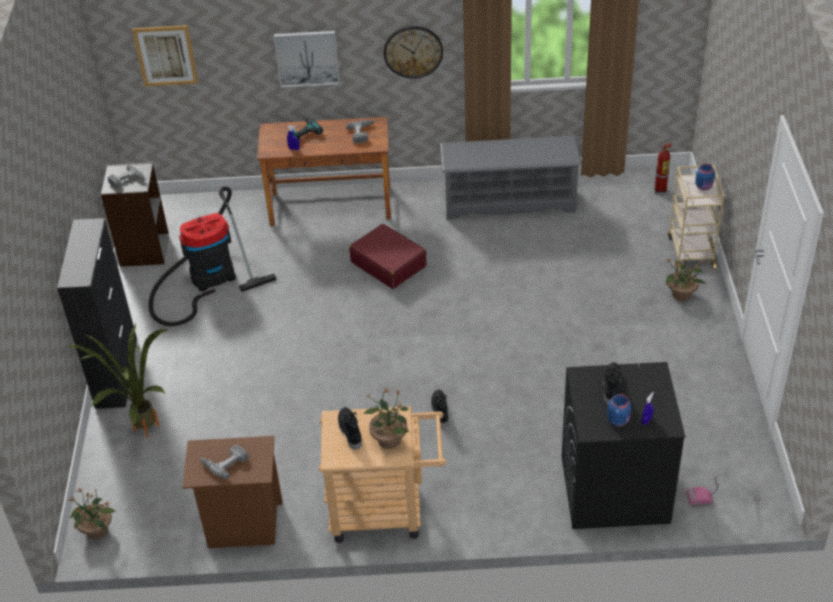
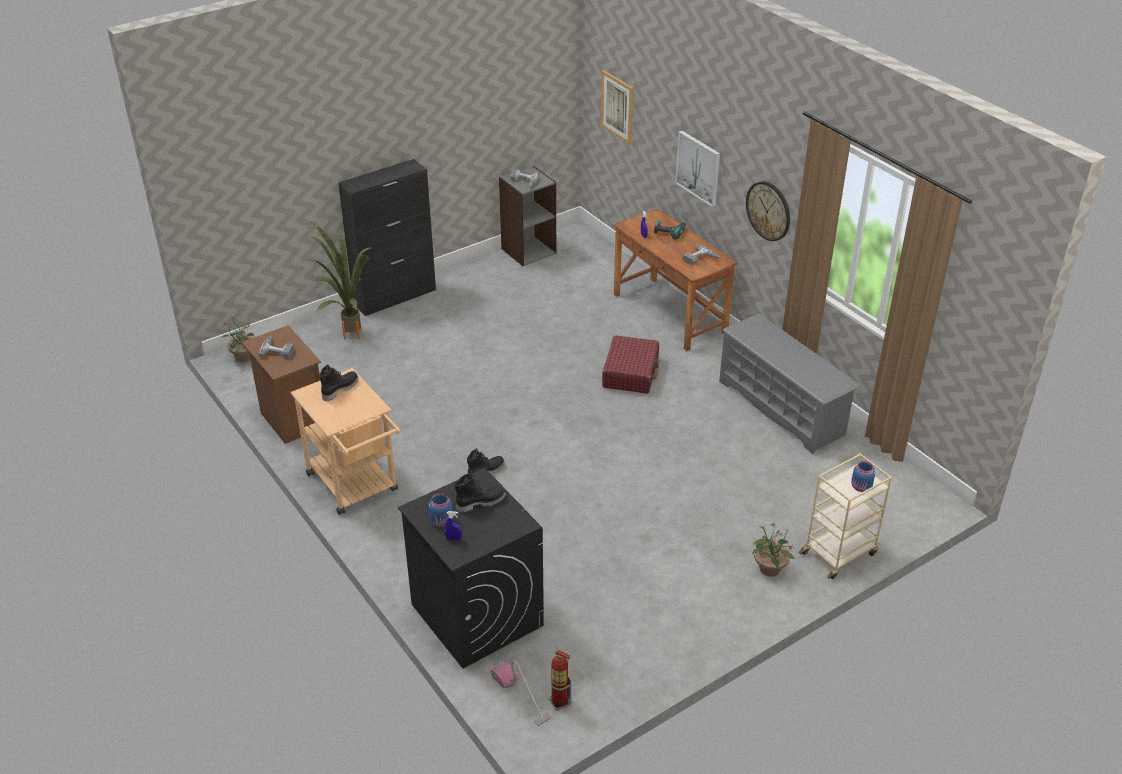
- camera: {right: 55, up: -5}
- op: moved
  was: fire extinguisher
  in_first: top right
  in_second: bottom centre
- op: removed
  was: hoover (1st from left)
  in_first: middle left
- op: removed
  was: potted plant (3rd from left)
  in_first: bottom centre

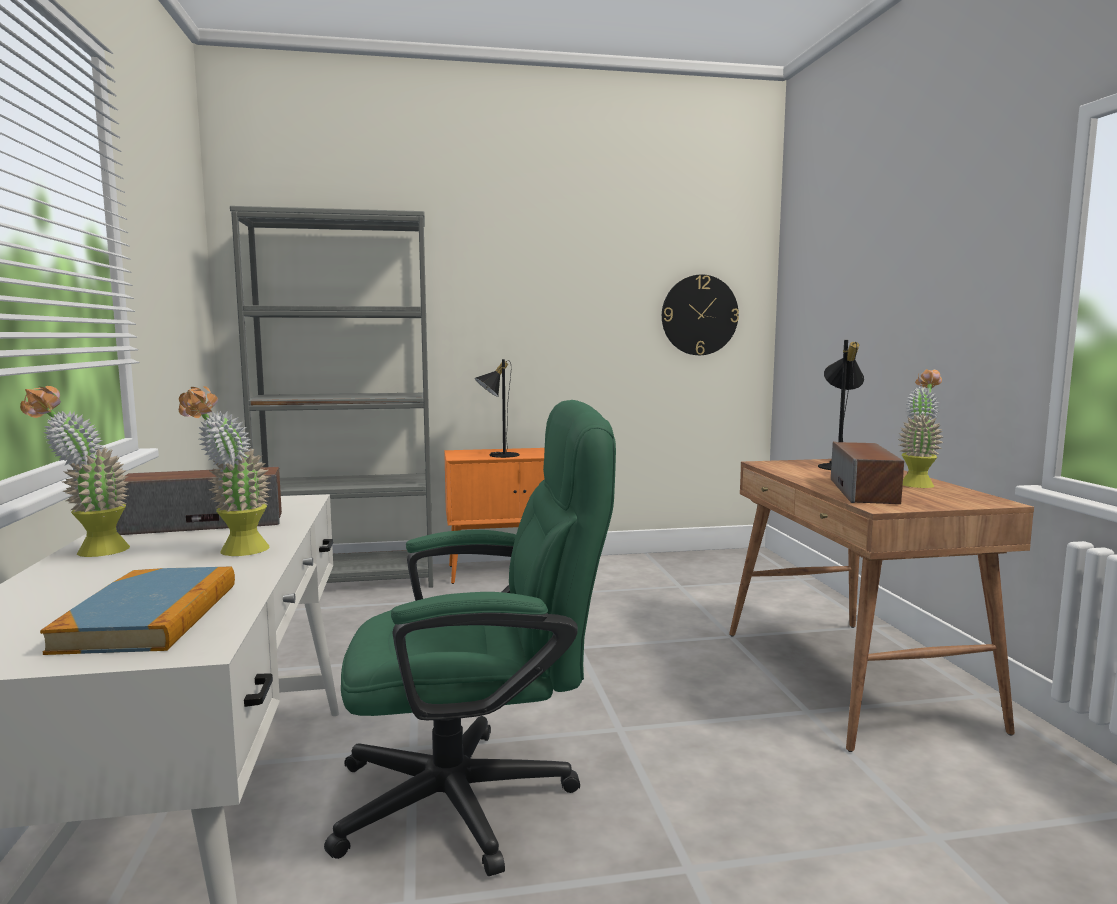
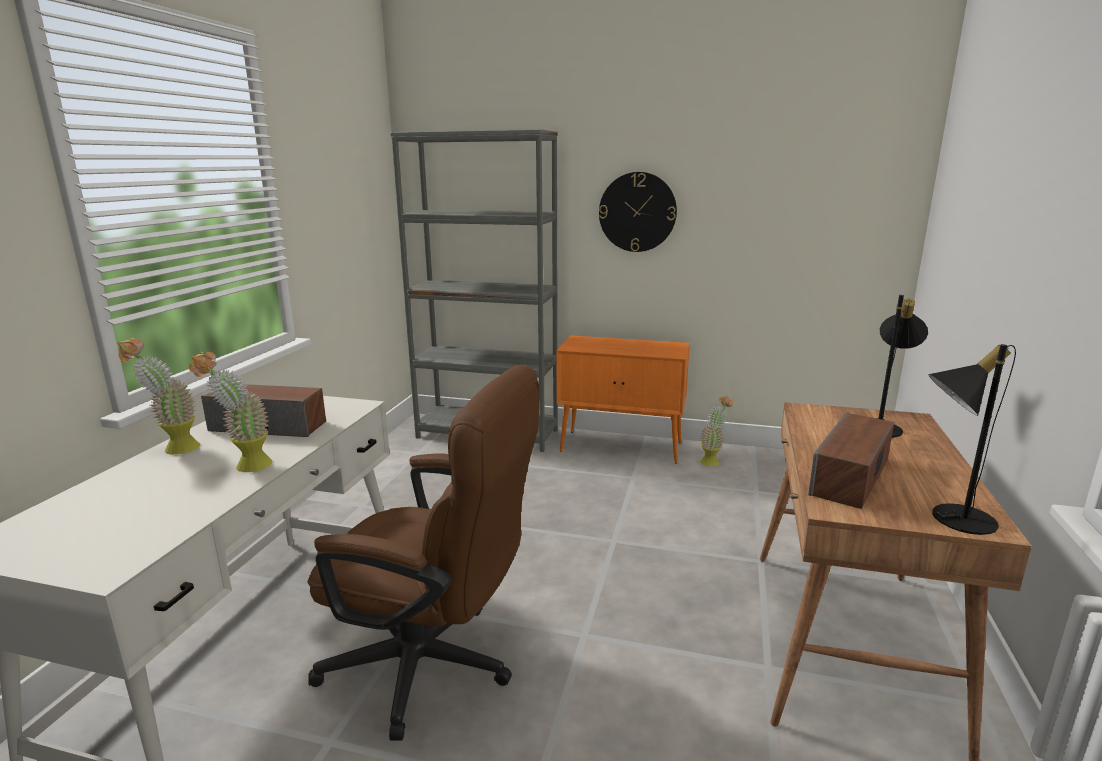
- camera: {right: 25, up: 10}
- op: moved
  was: clock on the wall
  in_first: centre
  in_second: top centre
- op: moved
  was: lamp for a table in blackish (1st from left in the first image)
  now: lamp for a table in blackish (2nd from left)
  in_first: centre
  in_second: middle right
- op: moved
  was: potted plant (3rd from left)
  in_first: middle right
  in_second: centre
- op: recoloured
  was: desk chair in green-coloured
  now: desk chair in brown-coloured
  in_first: bottom centre
  in_second: bottom centre
- op: removed
  was: book
  in_first: bottom left

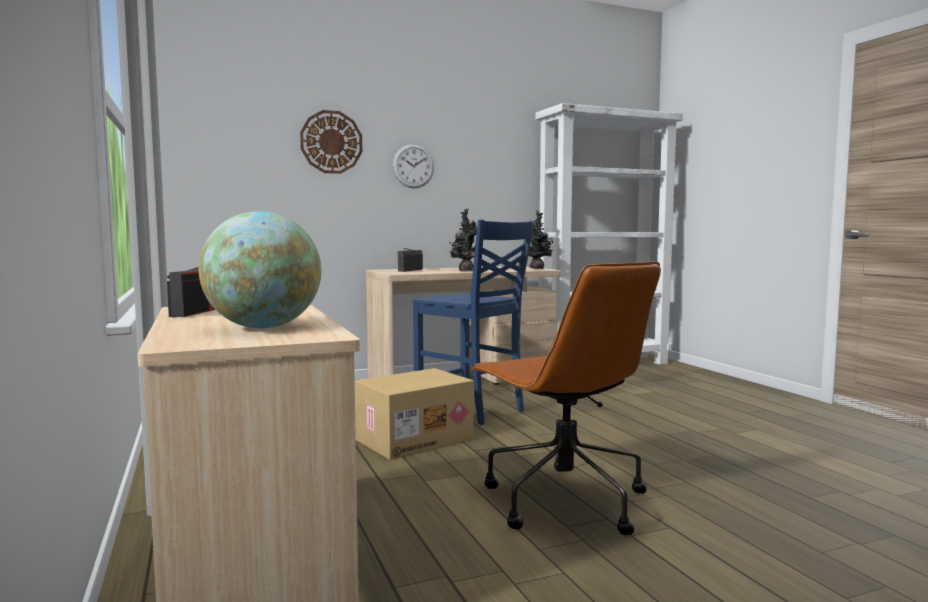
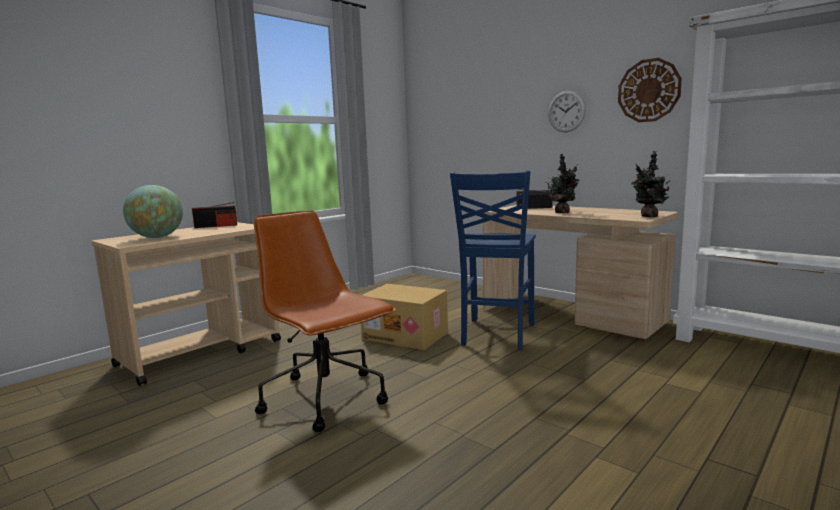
- camera: {right: 65, up: 5}
- op: moved
  was: clock on the wall (1st from left in the first image)
  now: clock on the wall (2nd from left)
  in_first: top centre
  in_second: top right
- op: turned
  was: desk chair in brown-coloured
  in_first: centre
  in_second: centre
  clockwise: 105

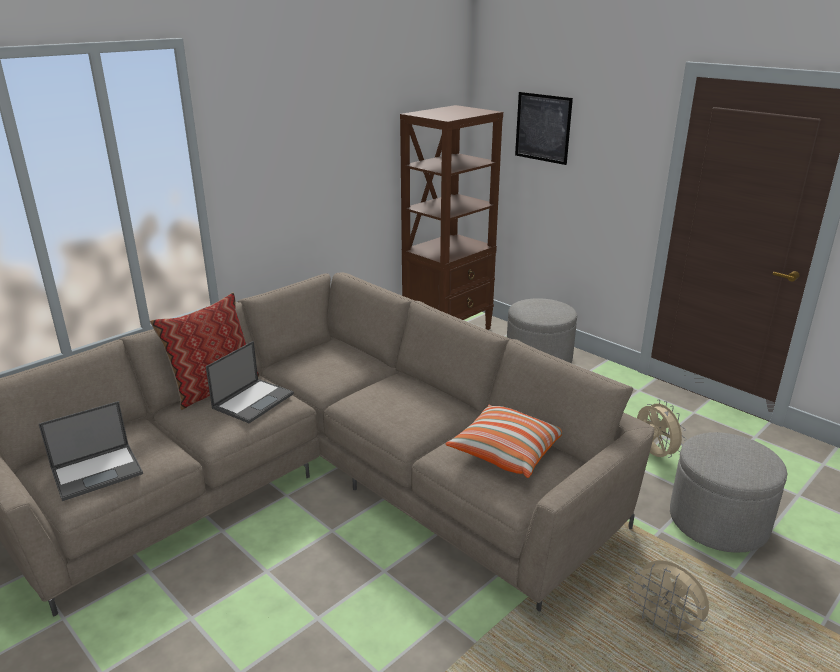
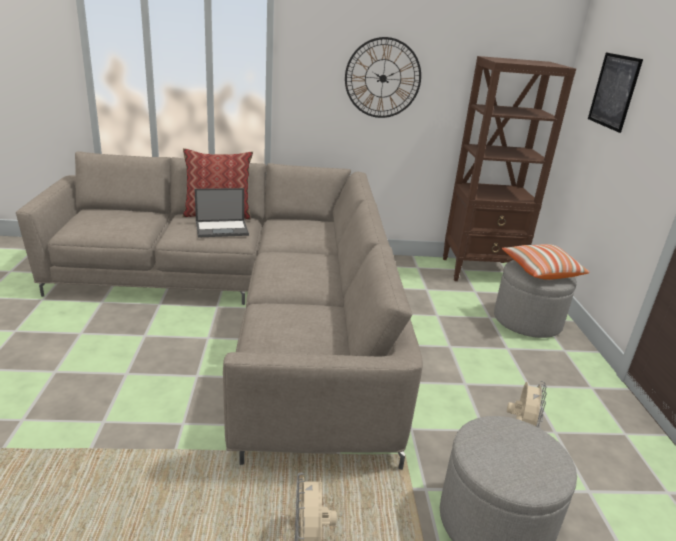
- camera: {right: 40, up: 0}
- op: removed
  was: portable computer (1st from left)
  in_first: bottom left
- op: moved
  was: cushion (2nd from left)
  in_first: centre
  in_second: middle right
- op: added
  now: clock on the wall
  in_second: top centre

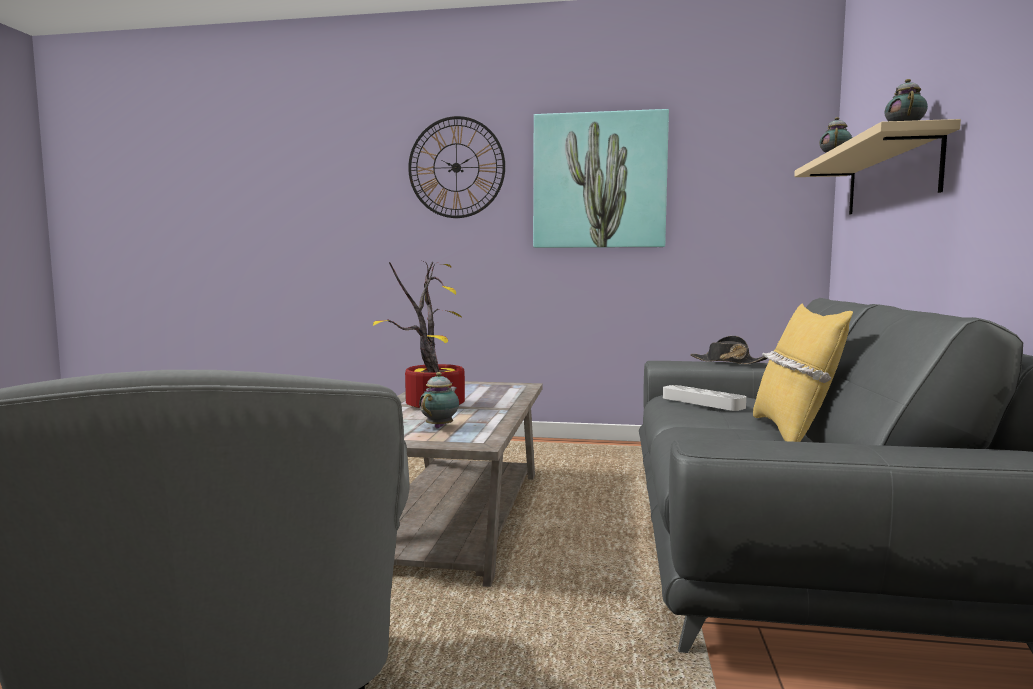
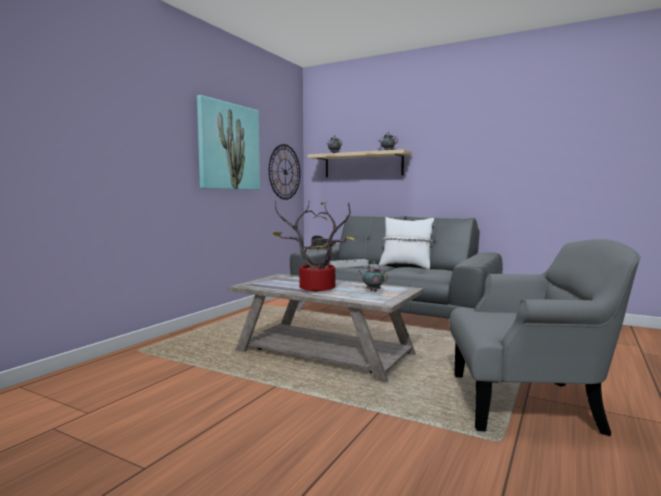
- camera: {right: -70, up: 0}
- op: moved
  was: clock on the wall
  in_first: top centre
  in_second: centre
- op: recoloured
  was: cushion in yellowish
  now: cushion in white
  in_first: middle right
  in_second: centre

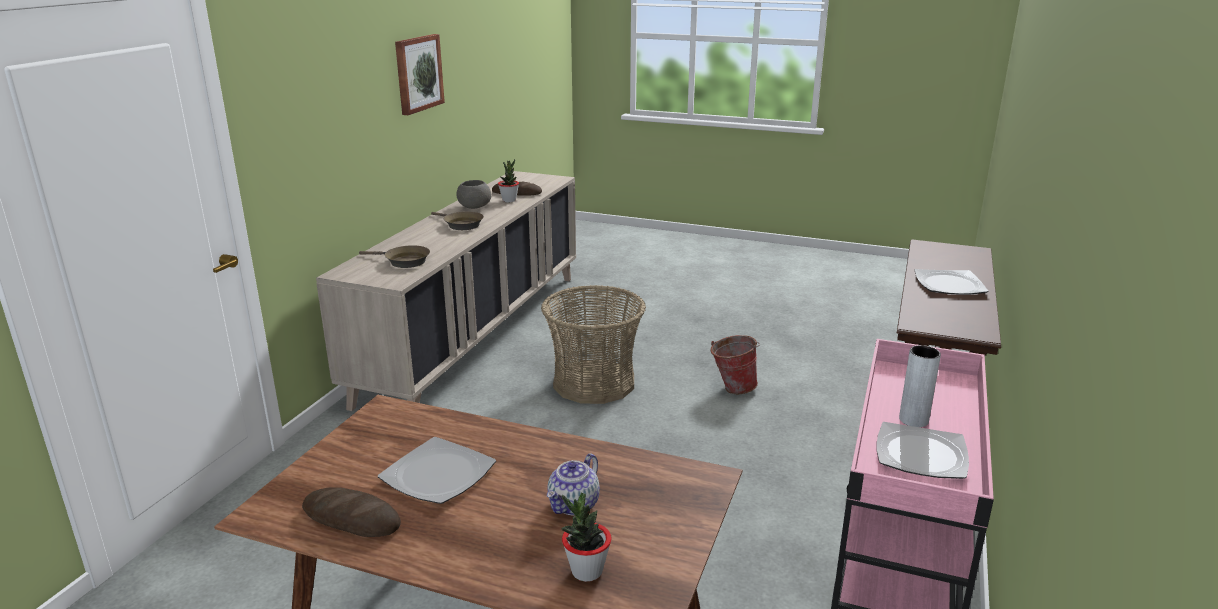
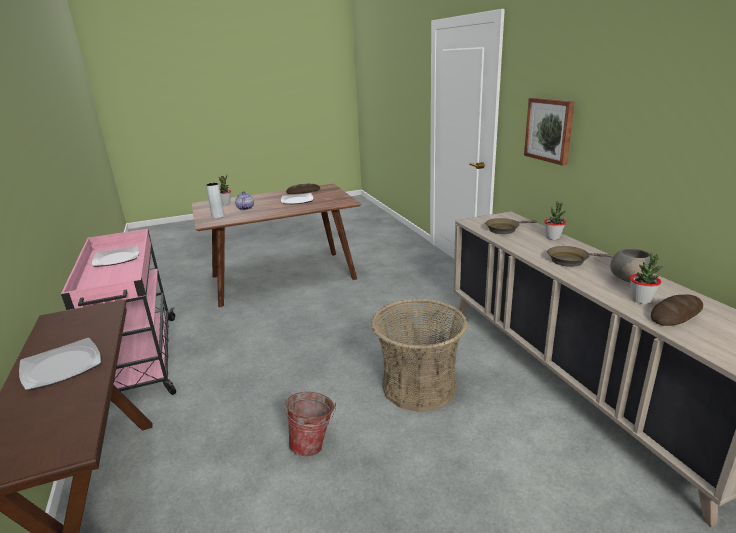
- camera: {right: 140, up: 0}
- op: moved
  was: wall art
  in_first: top centre
  in_second: top right
- op: moved
  was: vase in grey
  in_first: middle right
  in_second: middle left
- op: added
  now: potted plant (2nd from left)
  in_second: middle right

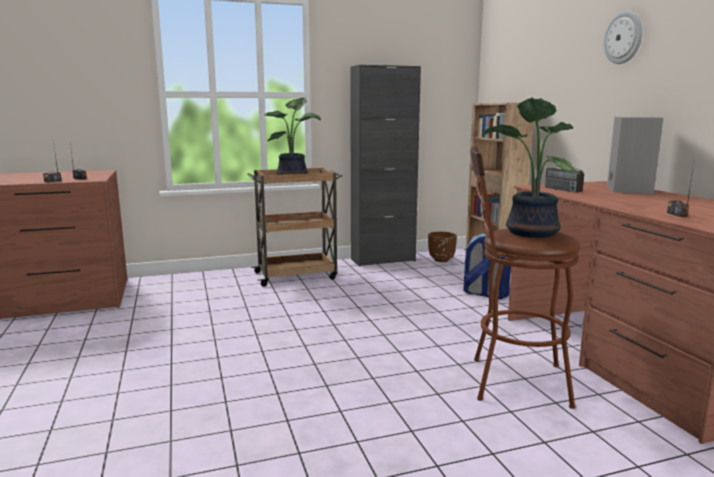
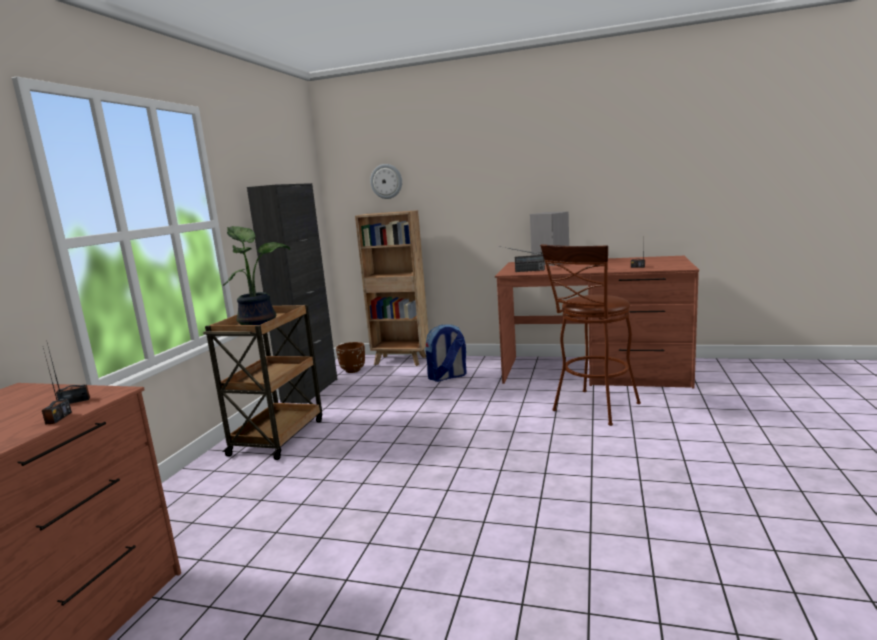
- camera: {right: -55, up: 0}
- op: moved
  was: clock on the wall
  in_first: top right
  in_second: top centre
- op: removed
  was: potted plant (2nd from left)
  in_first: middle right

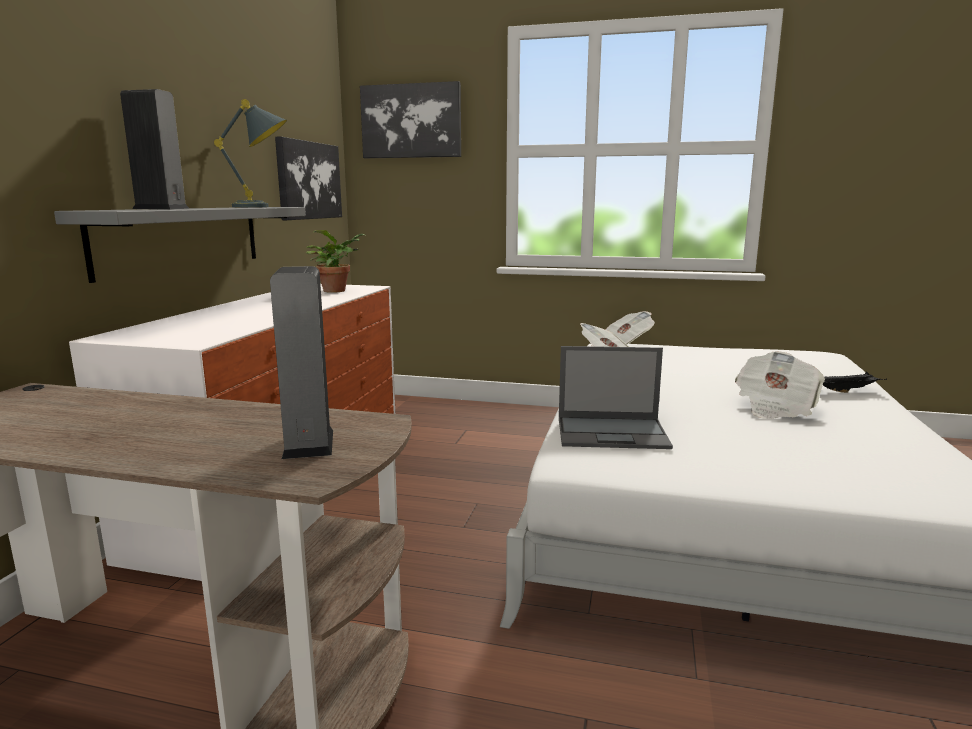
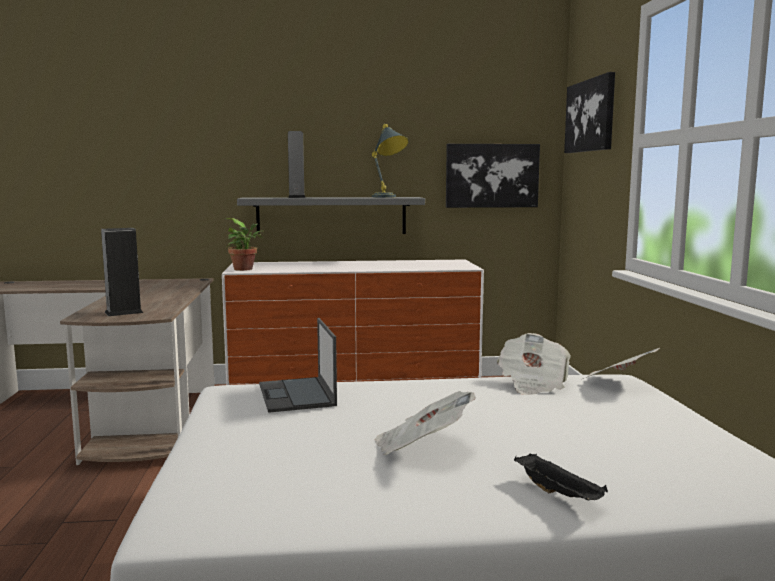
- camera: {right: 70, up: -5}
- op: moved
  was: potted plant
  in_first: centre
  in_second: middle left

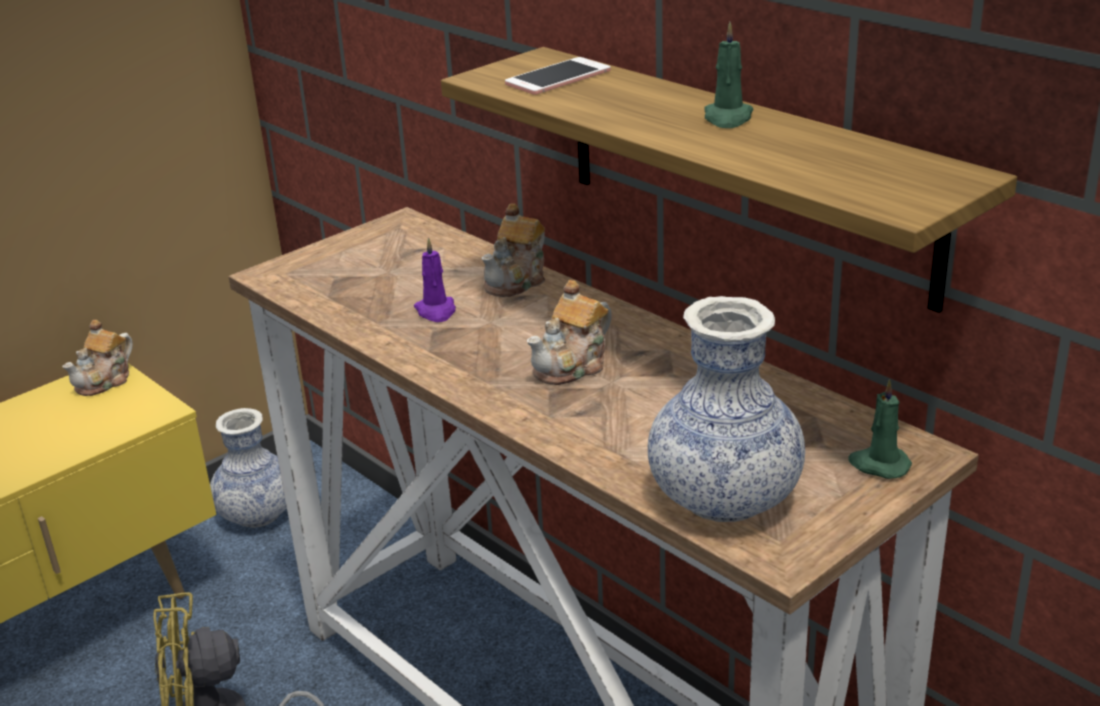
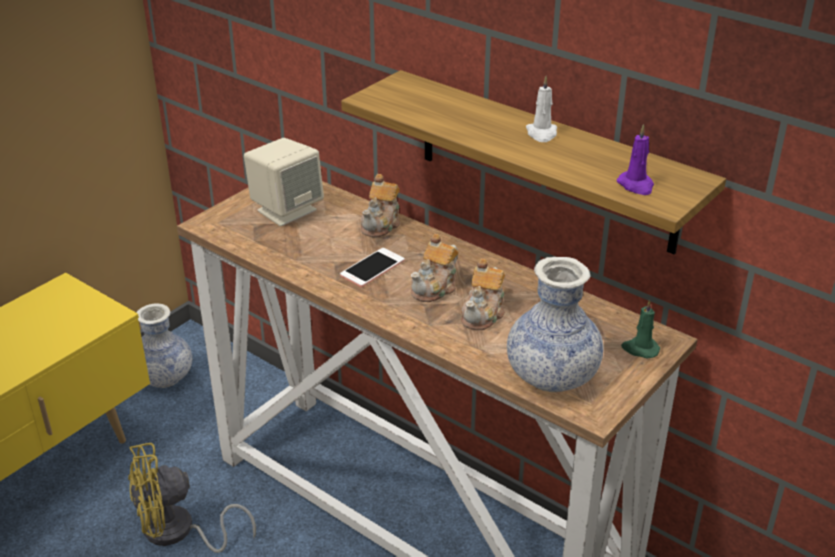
- camera: {right: -10, up: 5}
- op: recoloured
  was: wax light in green-coloured (1st from left)
  now: wax light in white
  in_first: top centre
  in_second: top centre
- op: moved
  was: telephone
  in_first: top centre
  in_second: centre
- op: moved
  was: wax light in purple
  in_first: centre
  in_second: top right
- op: moved
  was: tea pot (1st from left in the first image)
  now: tea pot (3rd from left)
  in_first: middle left
  in_second: centre
- op: added
  now: audio speaker in beige
  in_second: top centre

